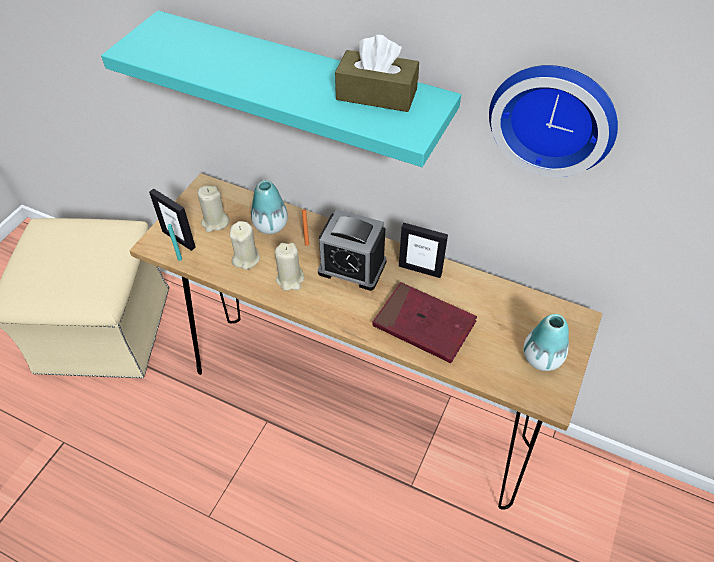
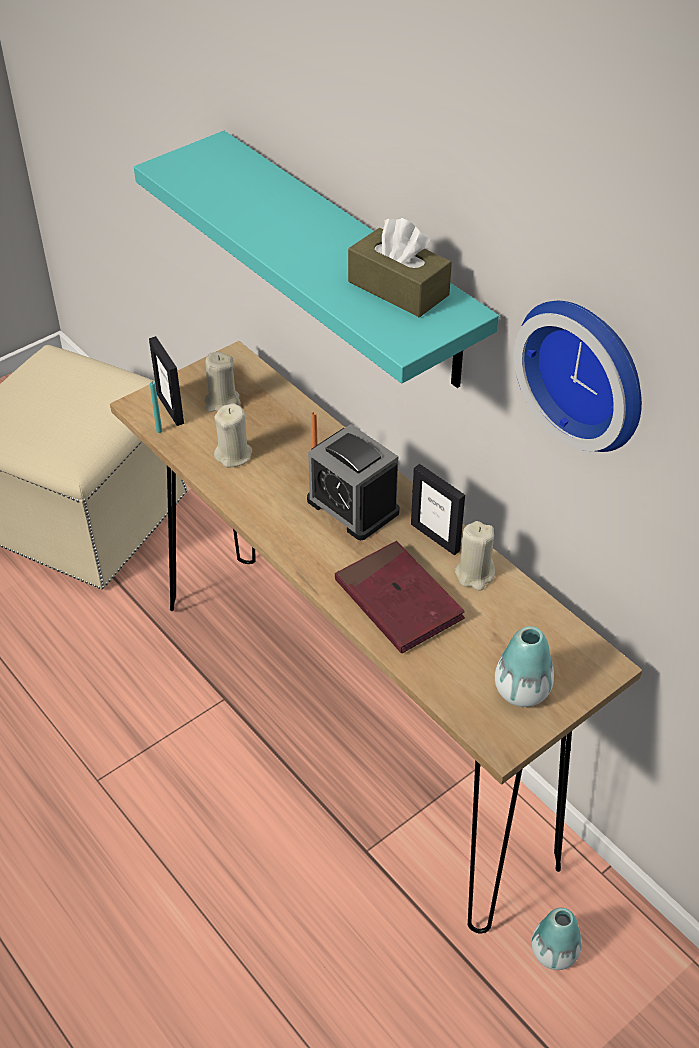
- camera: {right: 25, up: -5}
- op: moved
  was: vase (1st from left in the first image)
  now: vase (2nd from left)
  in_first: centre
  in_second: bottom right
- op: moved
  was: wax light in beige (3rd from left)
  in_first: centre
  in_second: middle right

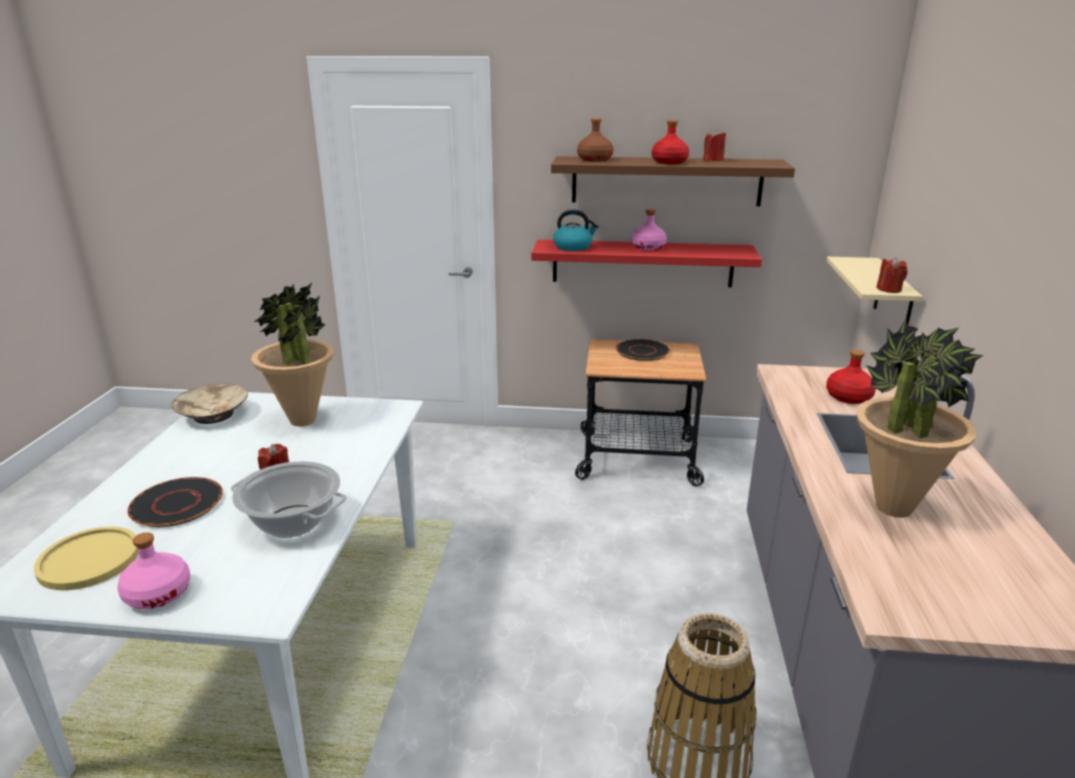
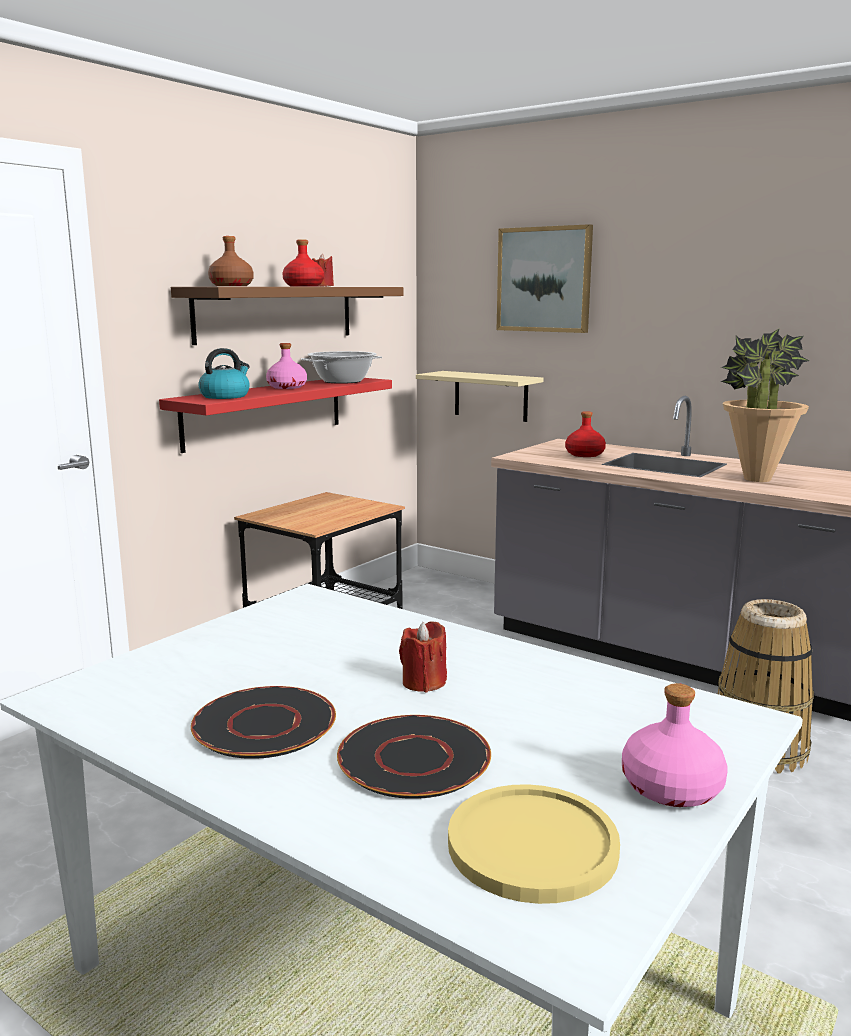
- camera: {right: -60, up: -10}
- op: removed
  was: wax light in red-coloured (3rd from left)
  in_first: middle right
- op: removed
  was: potted plant (1st from left)
  in_first: middle left
- op: moved
  was: dinner plate in blackish (2nd from left in the first image)
  now: dinner plate in blackish (1st from left)
  in_first: centre
  in_second: bottom left
- op: removed
  was: bowl in beige
  in_first: middle left
- op: moved
  was: stockpot
  in_first: middle left
  in_second: centre
- op: added
  now: wall art
  in_second: top centre

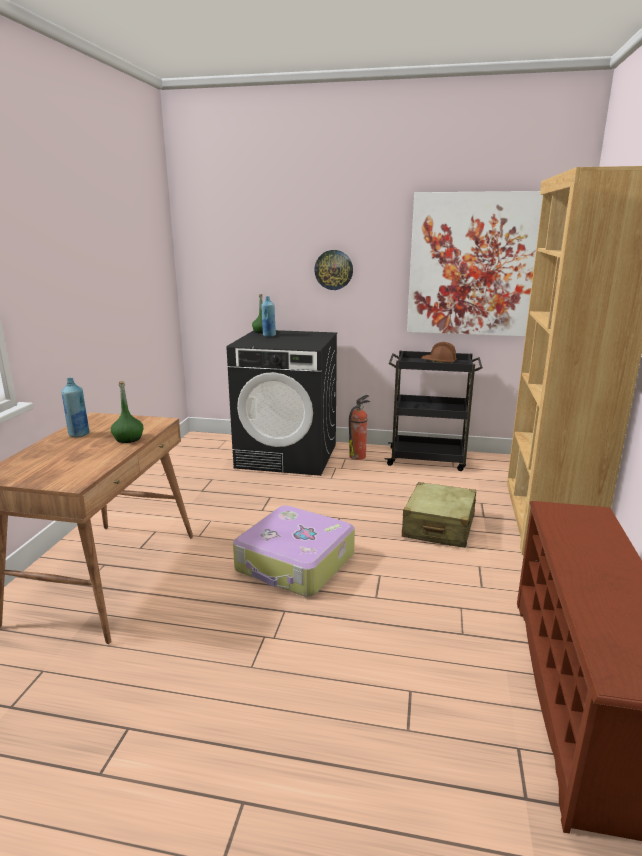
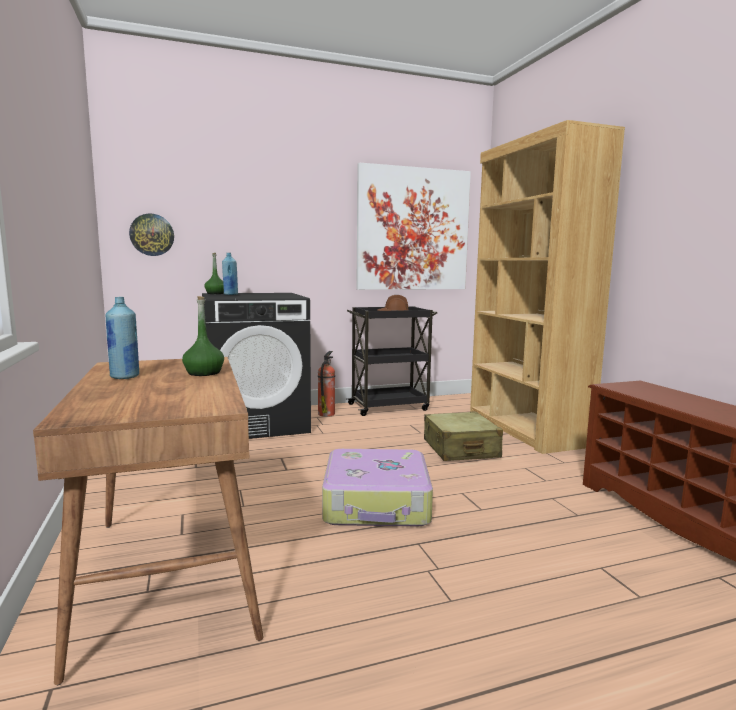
- camera: {right: -30, up: -10}
- op: moved
  was: clock on the wall
  in_first: top centre
  in_second: top left

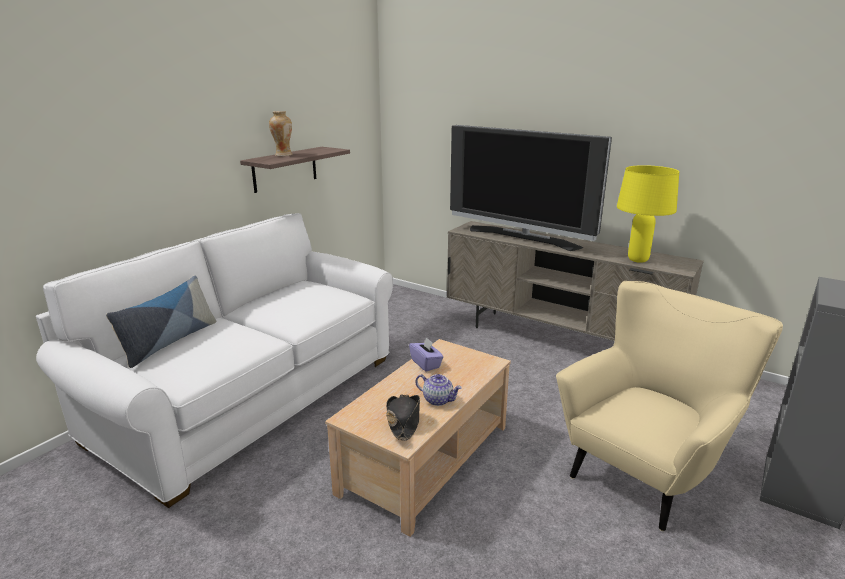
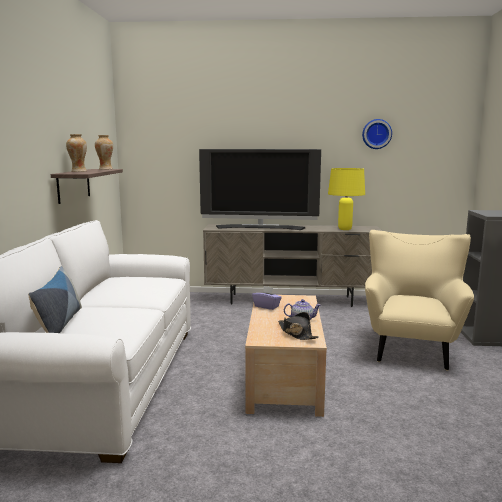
- camera: {right: -30, up: -10}
- op: added
  now: clock on the wall
  in_second: top right
- op: added
  now: vase (2nd from left)
  in_second: top left

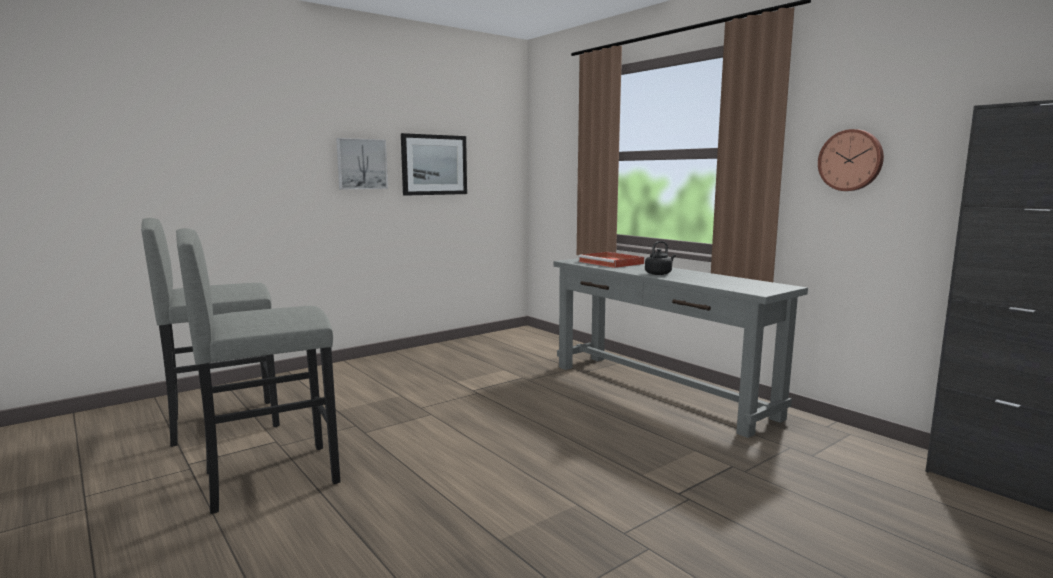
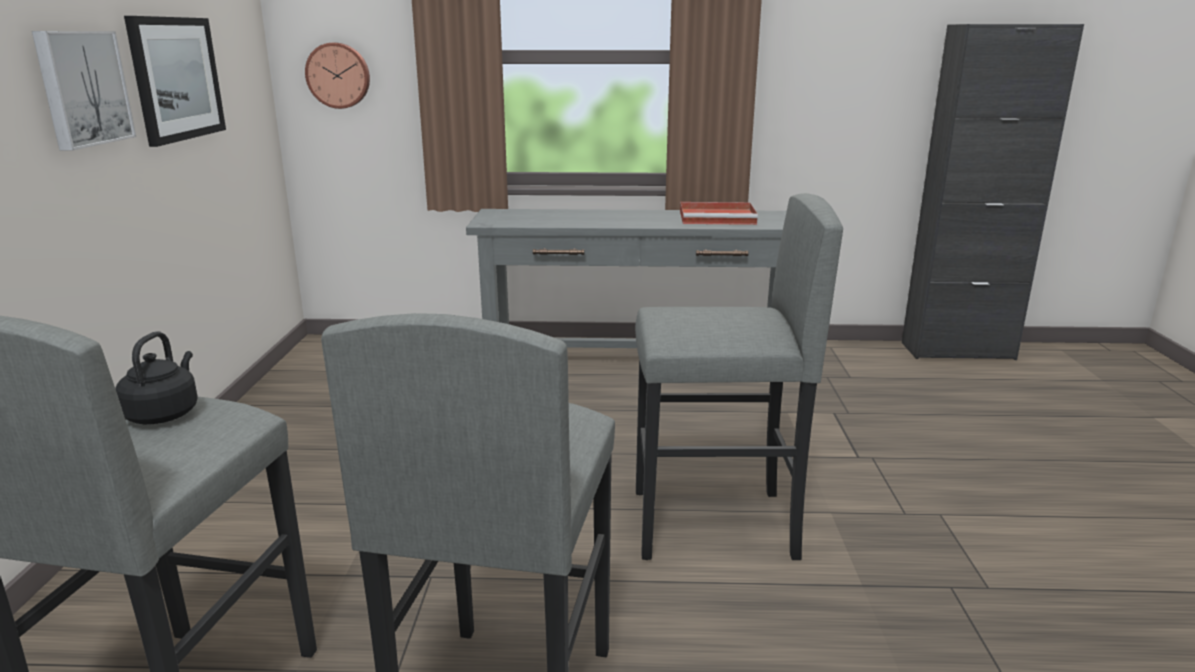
- camera: {right: -50, up: 10}
- op: moved
  was: clock on the wall
  in_first: top right
  in_second: top left
- op: moved
  was: tea kettle in blackish
  in_first: centre
  in_second: middle left
- op: moved
  was: tray in red-coloured
  in_first: centre
  in_second: top centre
- op: added
  now: stool seat in grey (3rd from left)
  in_second: centre

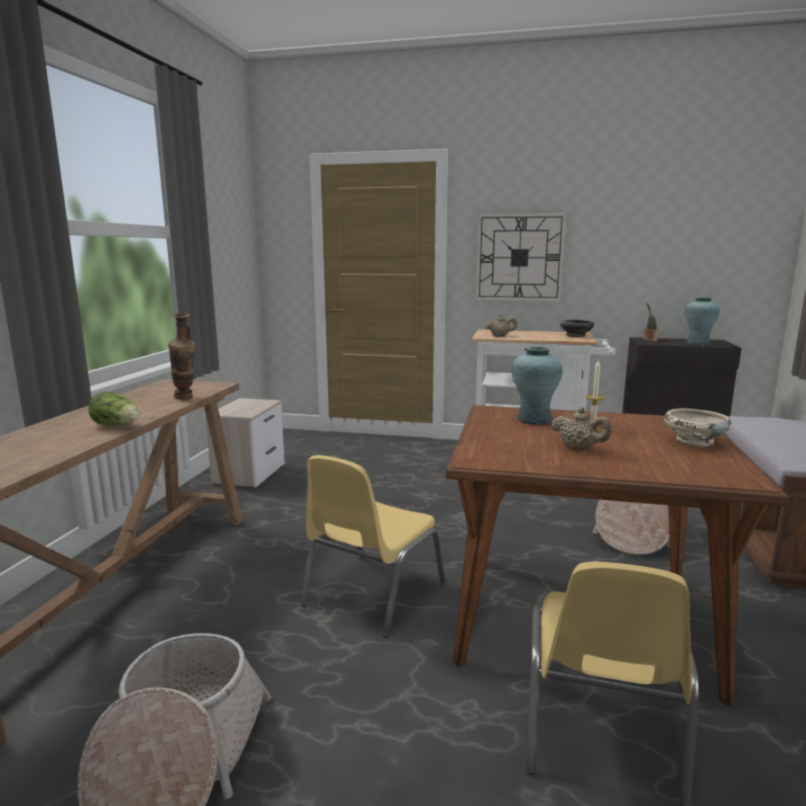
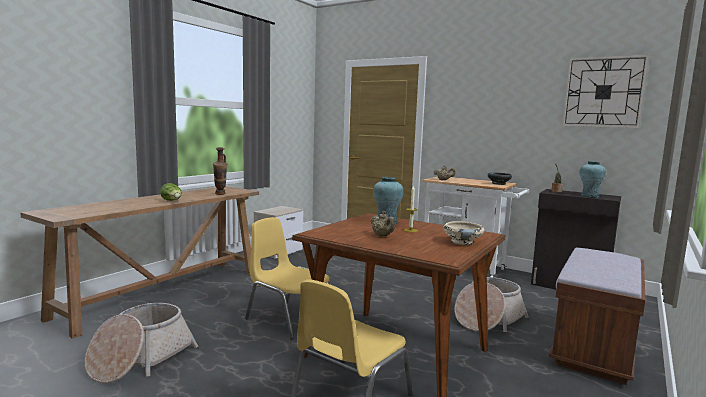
- camera: {right: 20, up: -5}
- op: moved
  was: clock on the wall
  in_first: top centre
  in_second: top right
- op: turned
  was: plain chair in yellowish (1st from left)
  in_first: bottom centre
  in_second: bottom centre
  clockwise: 75

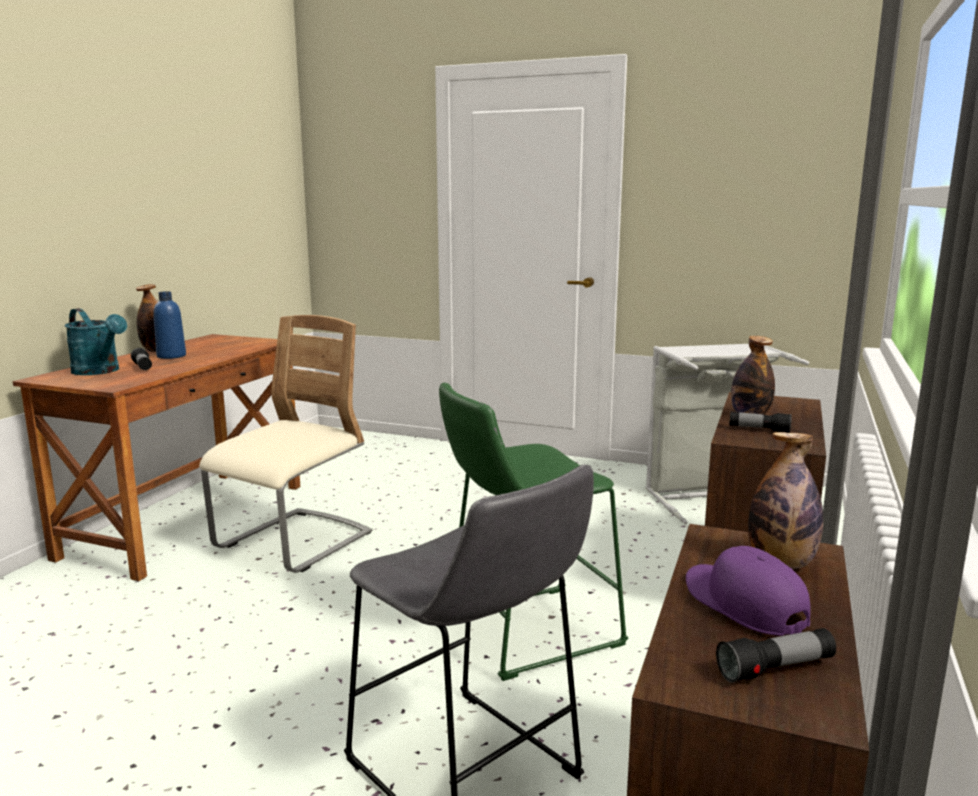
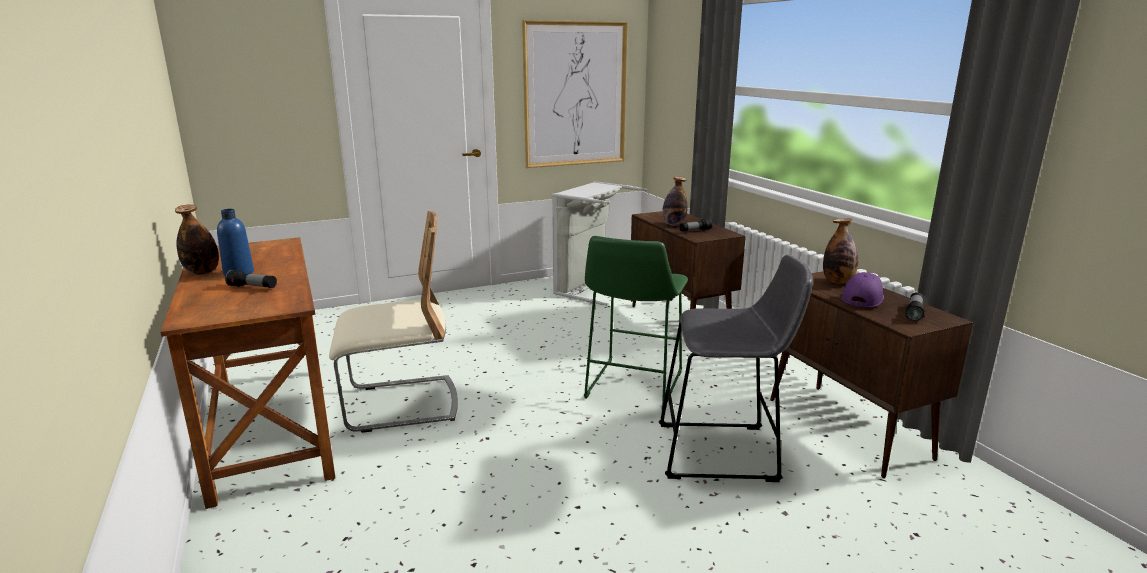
- camera: {right: -45, up: 5}
- op: removed
  was: watering pot in blue-green
  in_first: middle left
- op: turned
  was: plain chair in beige
  in_first: middle left
  in_second: centre
  clockwise: 90
- op: turned
  was: baseball cap in purple
  in_first: bottom right
  in_second: middle right
  clockwise: 105
- op: added
  now: wall art
  in_second: top centre

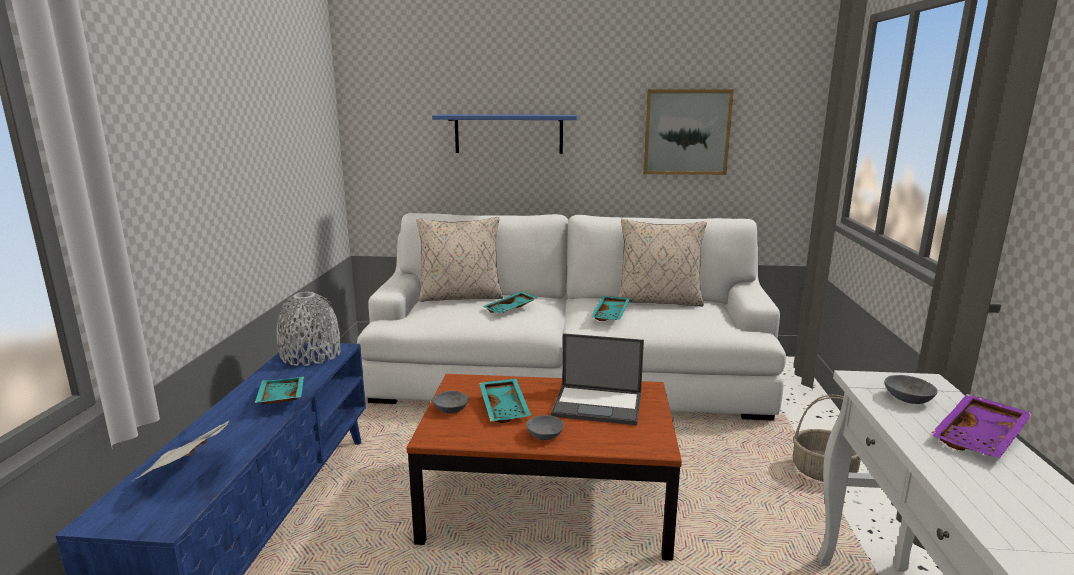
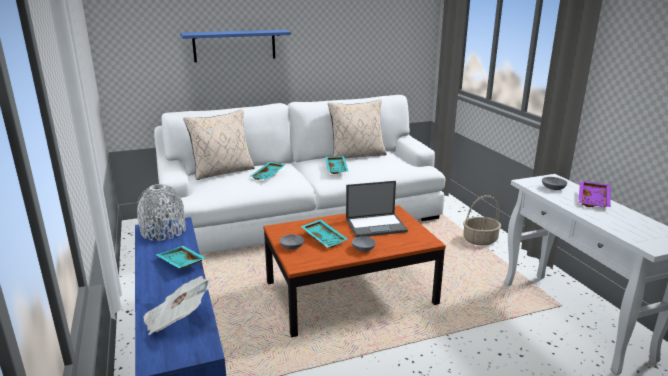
- camera: {right: -25, up: 5}
- op: removed
  was: wall art
  in_first: top centre

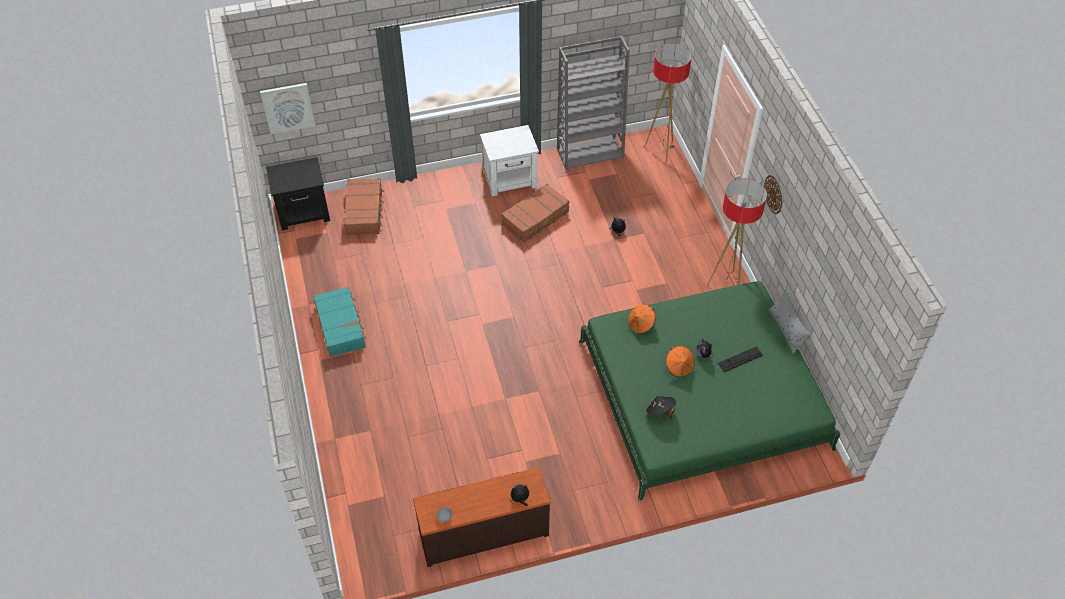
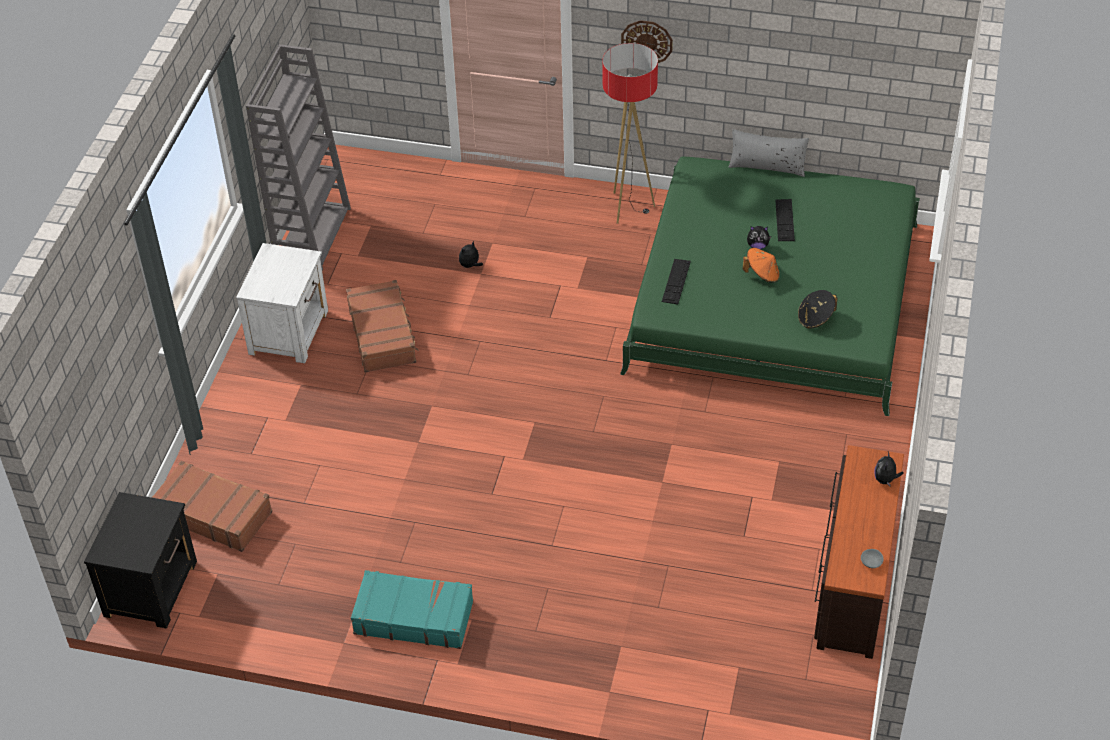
- camera: {right: -60, up: -5}
- op: removed
  was: standard lamp (1st from left)
  in_first: top centre
- op: removed
  was: wall art
  in_first: top left
- op: replaced
  was: clothing hat in orange-coloured (1st from left)
  now: computer keyboard (1st from left)
  in_first: centre
  in_second: centre

